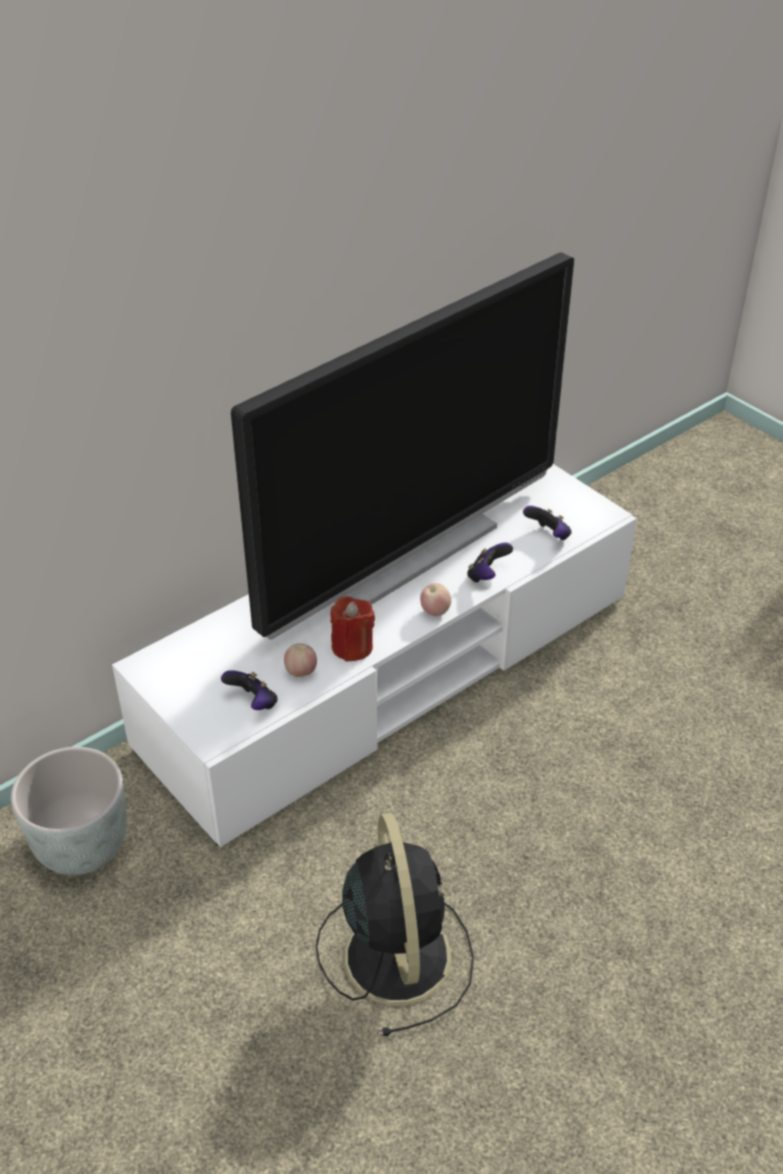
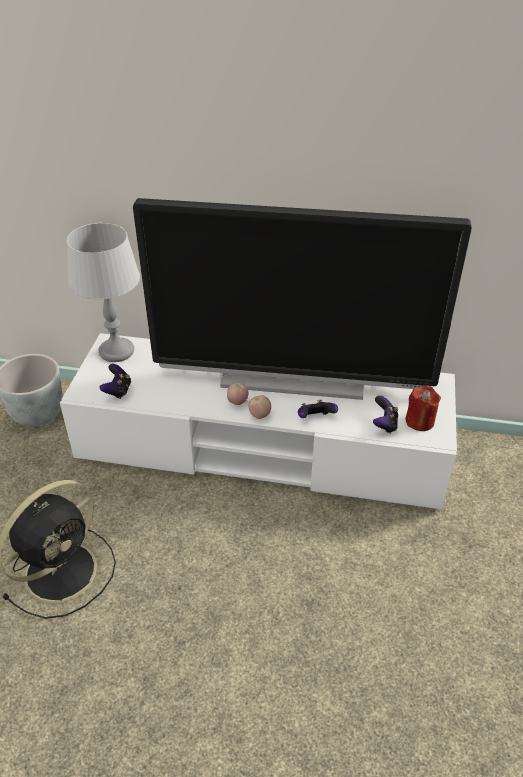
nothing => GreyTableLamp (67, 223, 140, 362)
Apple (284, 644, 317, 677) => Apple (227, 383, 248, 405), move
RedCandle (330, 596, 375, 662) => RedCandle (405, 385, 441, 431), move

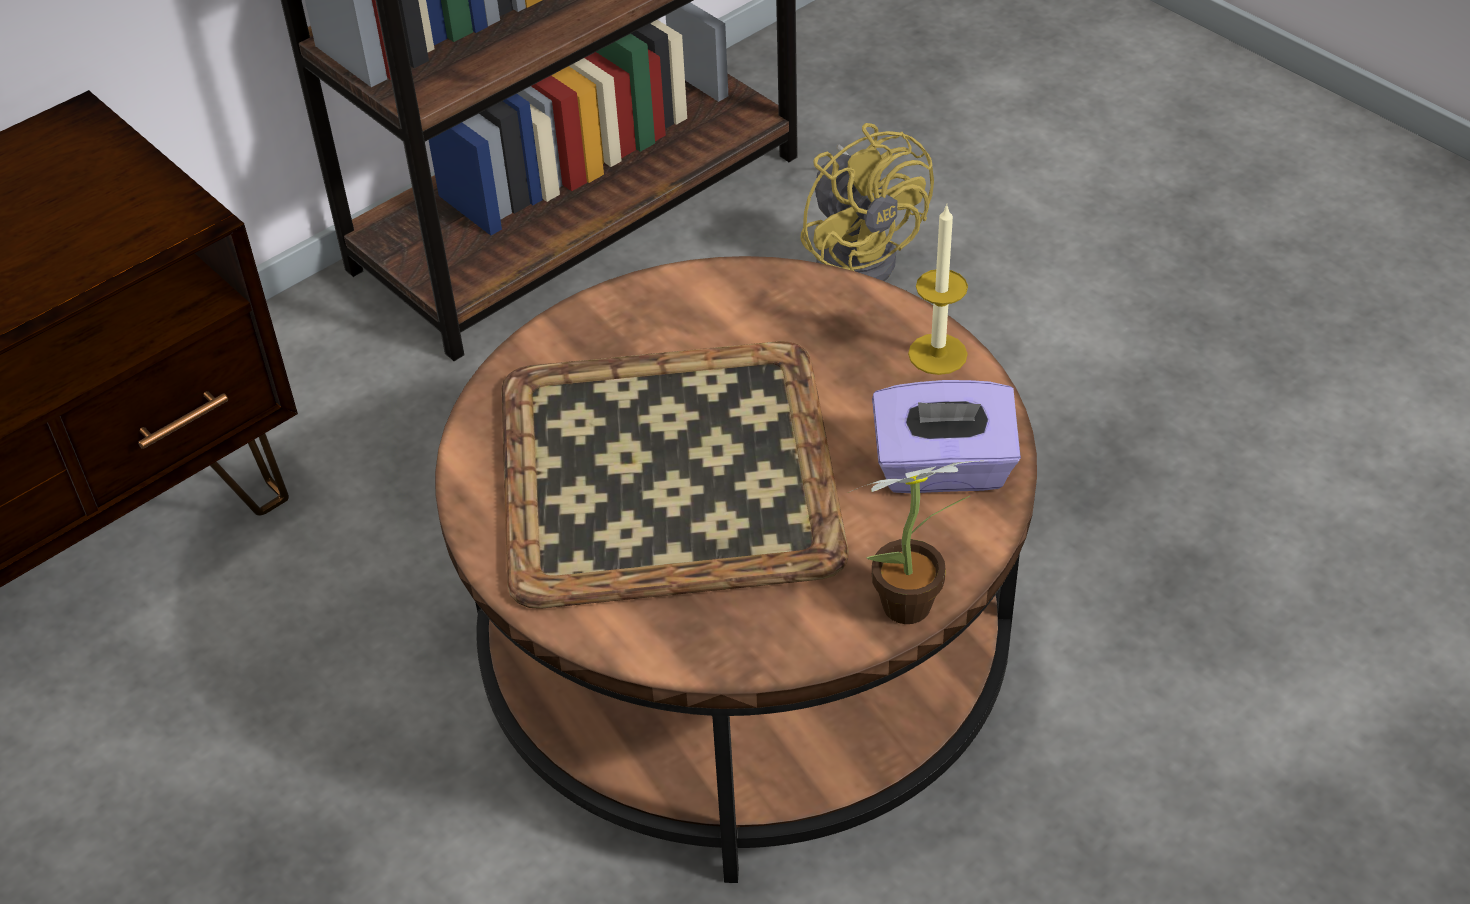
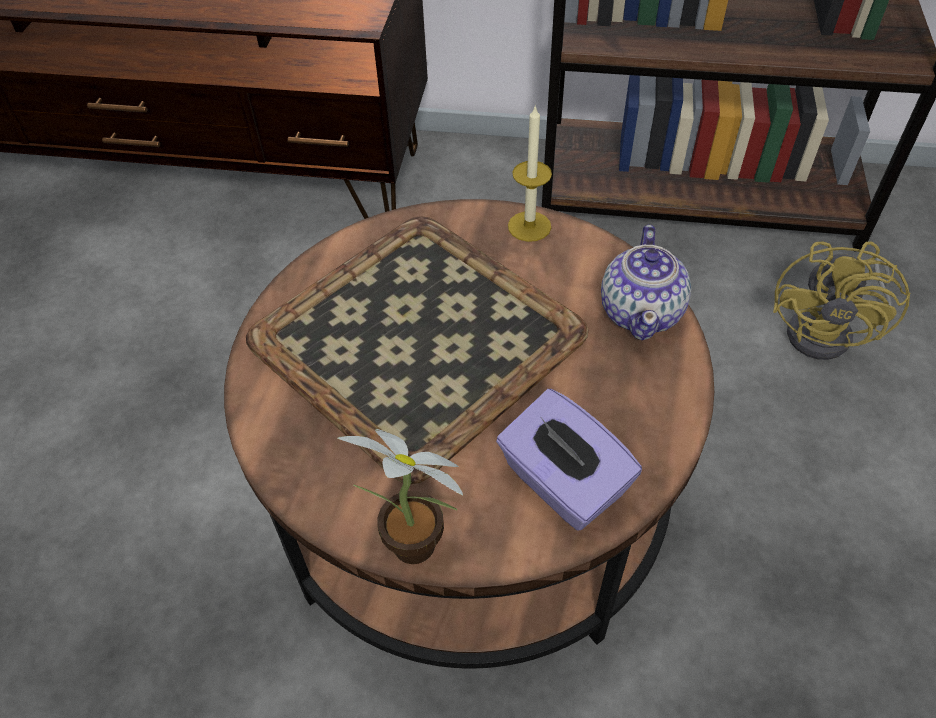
nothing => Teapot (601, 225, 691, 340)
Candle (908, 204, 968, 375) => Candle (508, 104, 552, 242), move

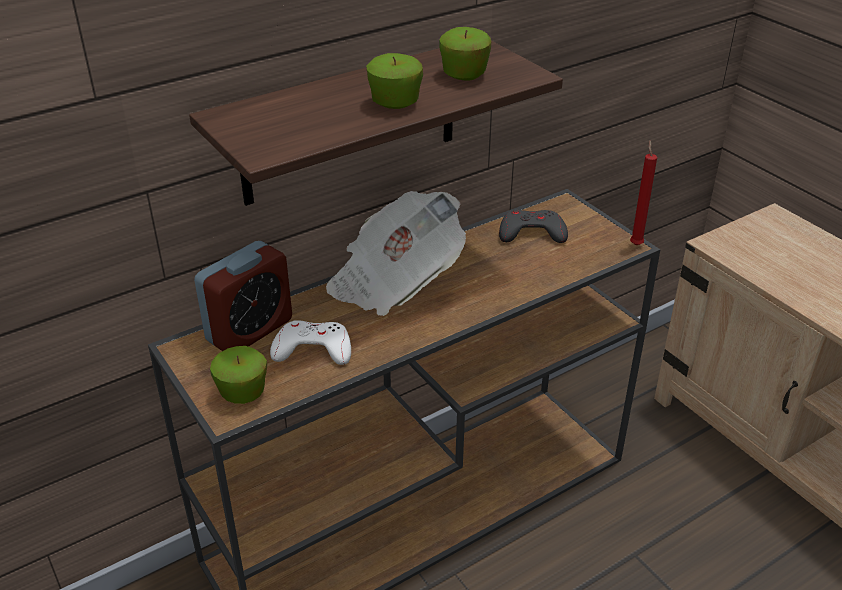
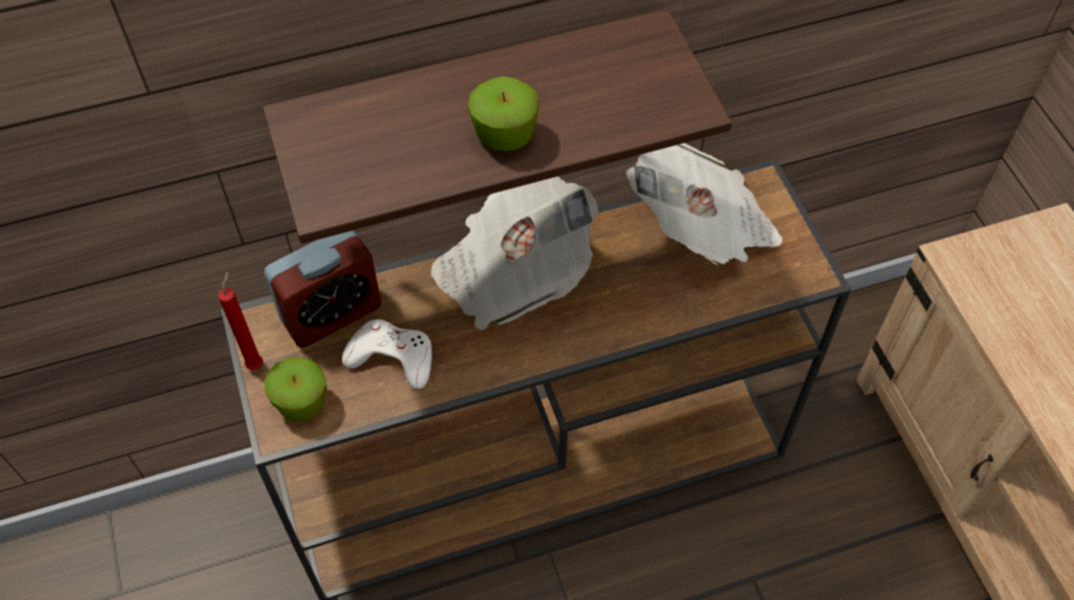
Apple (439, 27, 491, 81) => nothing
RedCandle (630, 140, 657, 245) => RedCandle (218, 272, 263, 370), move
GreyGameController (499, 209, 568, 243) => Newspaper (626, 143, 782, 266)

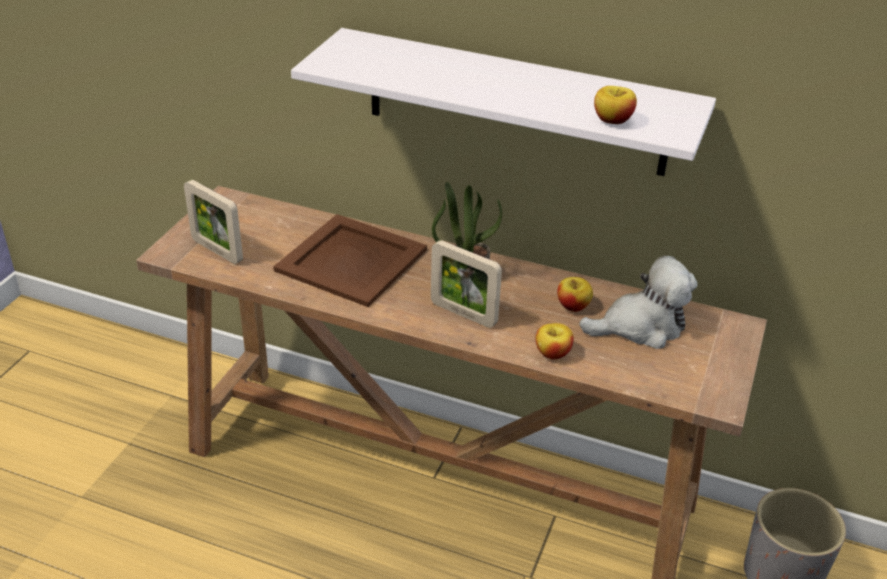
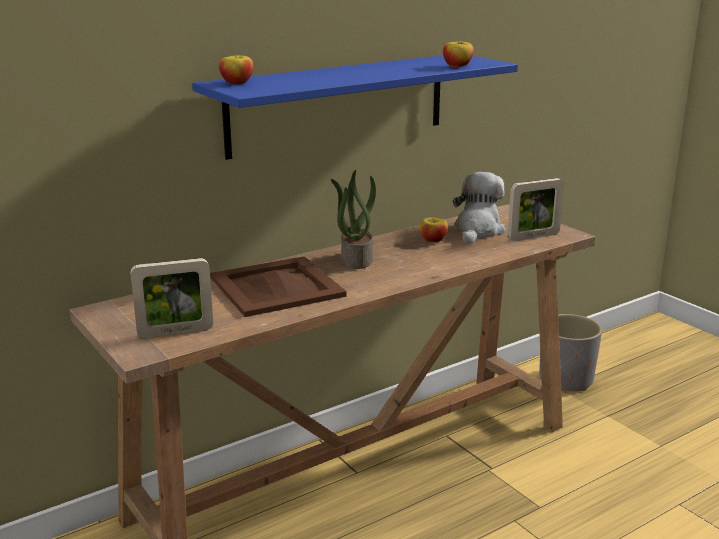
PictureFrame (431, 240, 502, 328) => PictureFrame (508, 178, 564, 241), move
Apple (536, 323, 574, 360) => Apple (219, 55, 253, 84), move
WhiteShelf (291, 28, 716, 176) => BlueShelf (192, 55, 518, 160)

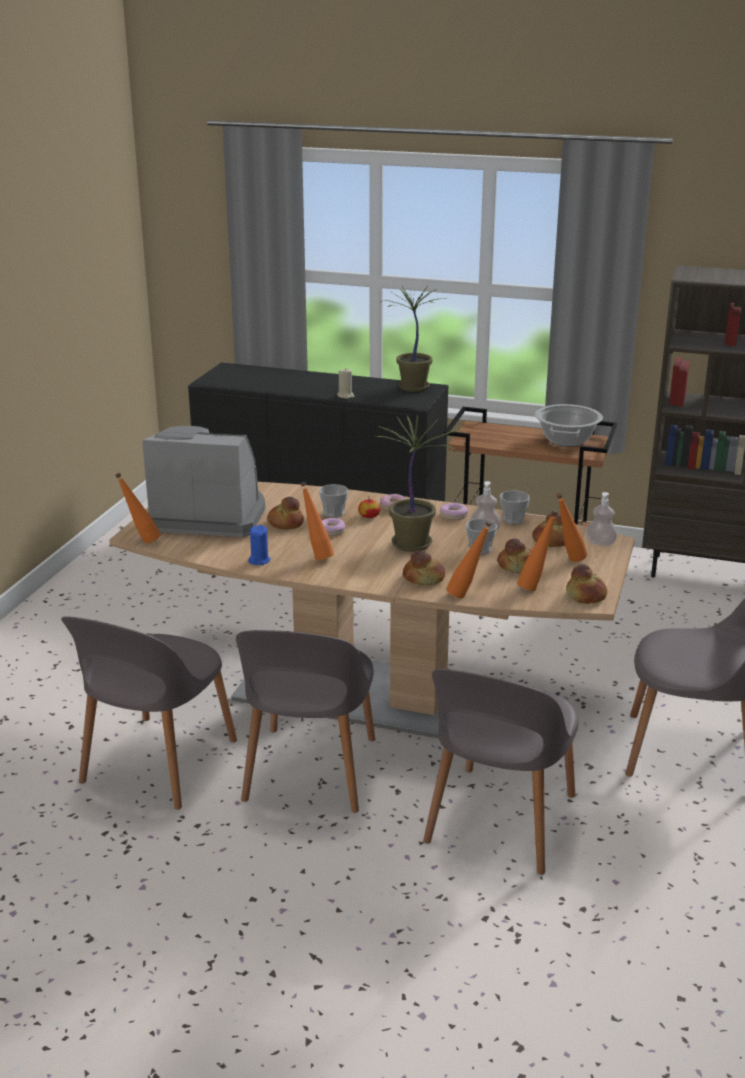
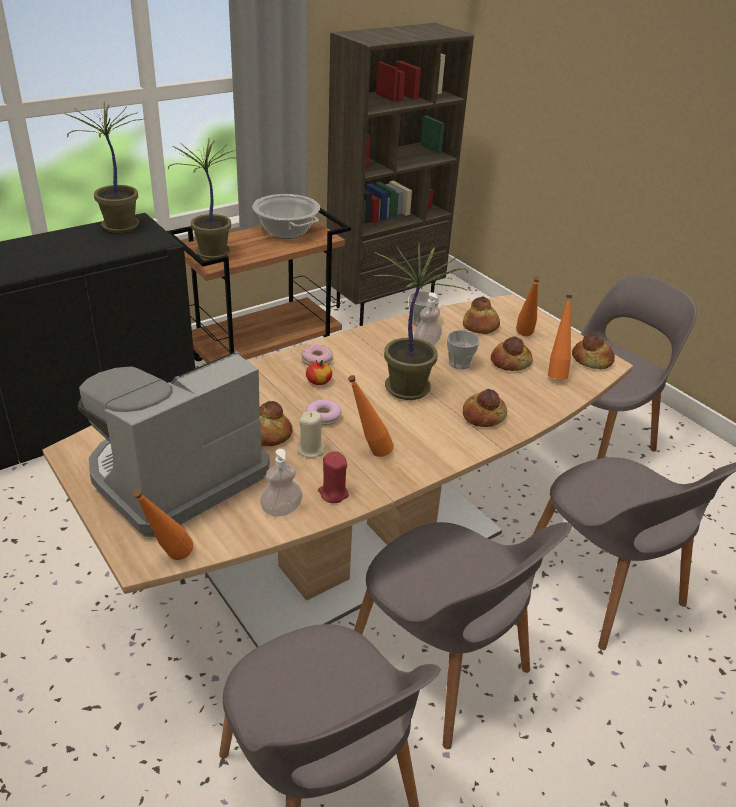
Cup (319, 484, 348, 518) => nothing
Donut (440, 503, 468, 520) => nothing
OrangeBottle (446, 521, 492, 598) => nothing
nothing => PottedPlant (168, 139, 240, 260)
BeigeCandle (337, 368, 354, 399) => BeigeCandle (297, 411, 326, 458), move
SoapDispenser (586, 492, 618, 546) => SoapDispenser (260, 449, 303, 516), move
BlueCandle (248, 525, 271, 565) => RedCandle (318, 451, 349, 503)

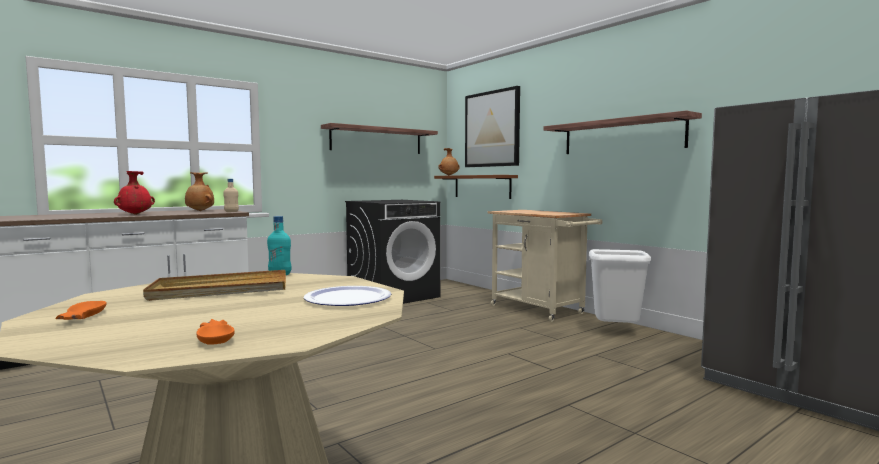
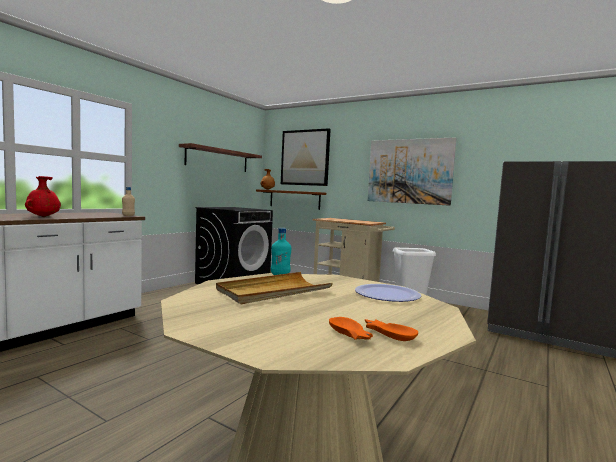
BrownVase (185, 172, 214, 211) => nothing
OrangeBowl (55, 301, 106, 320) => OrangeBowl (329, 317, 373, 340), move
Shelf (544, 110, 702, 154) => Picture (368, 137, 456, 206)

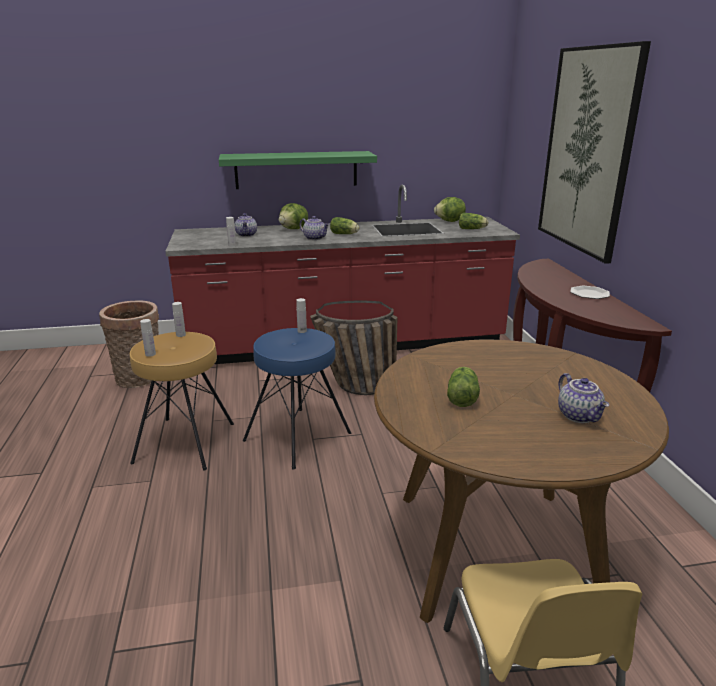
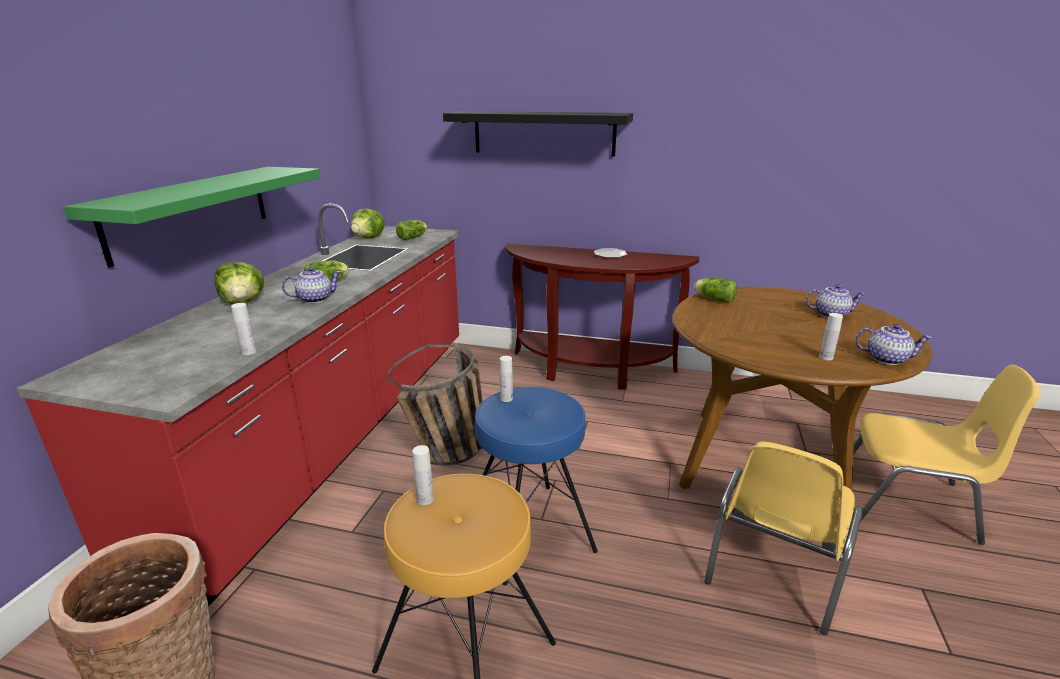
nothing => YellowChair (704, 442, 863, 635)
WhiteBottle (140, 319, 156, 357) => WhiteBottle (819, 313, 843, 360), move
Teapot (235, 213, 257, 237) => Teapot (855, 324, 932, 365), move
Lettuce (447, 367, 480, 407) => Lettuce (694, 277, 737, 303), move
Picture (538, 41, 651, 264) => BlackShelf (443, 111, 633, 156)

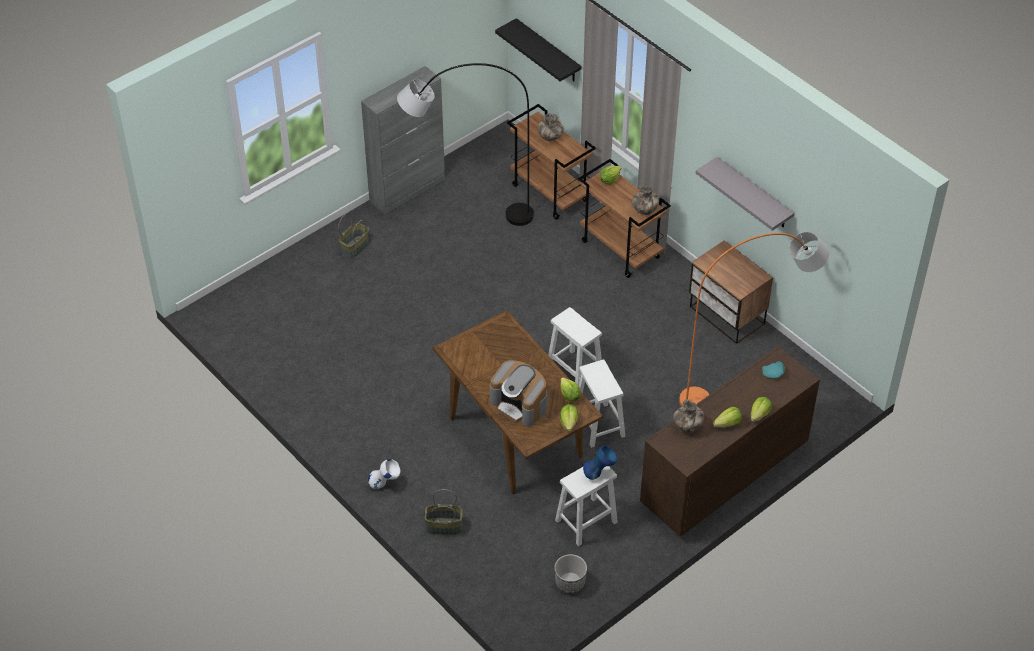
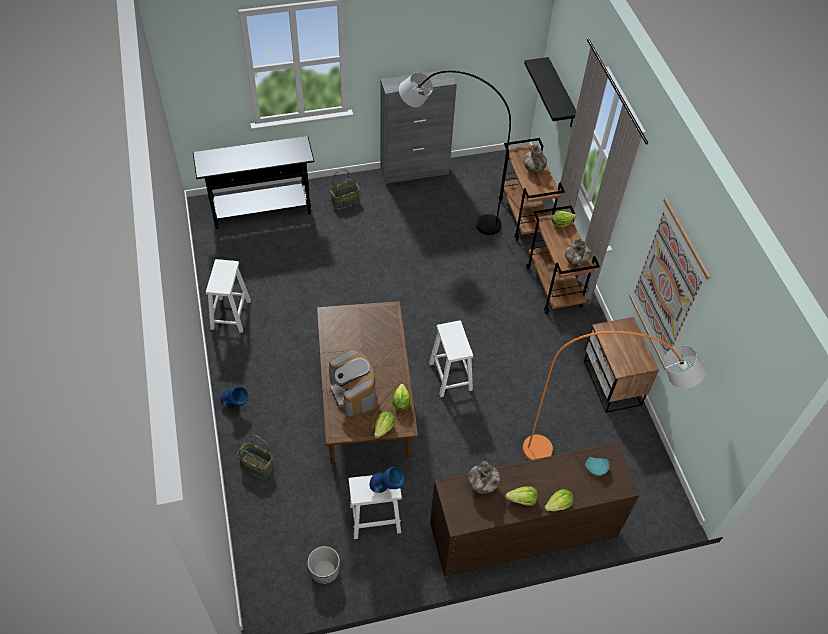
nothing => BlackConsoleTable (193, 136, 314, 229)
WhiteStool (579, 359, 625, 448) => WhiteStool (206, 259, 251, 333), move
GreyShelf (696, 157, 794, 231) => Picture (629, 198, 711, 370)
WhiteVase (368, 459, 400, 489) => BlueVase (220, 387, 248, 407)

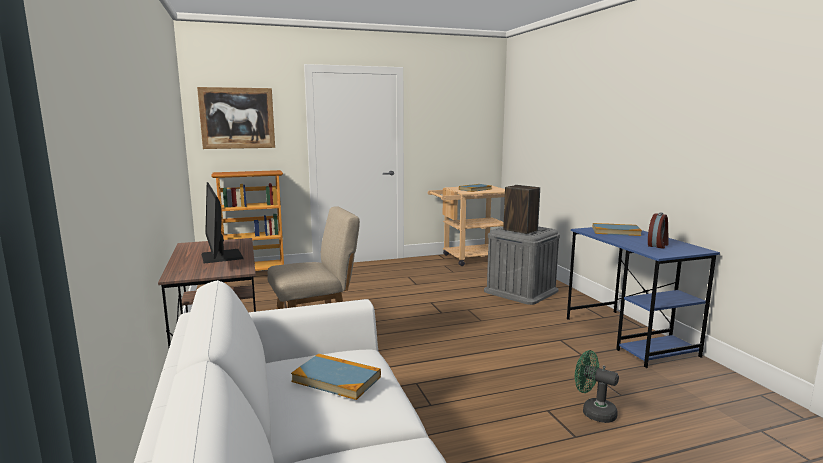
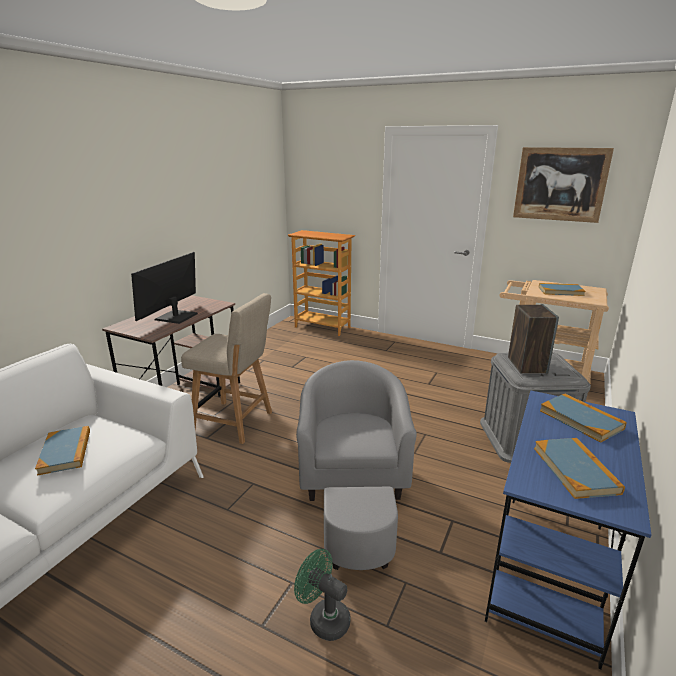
nothing => GreyArmchair (296, 360, 417, 570)
Picture (197, 87, 275, 149) => Picture (513, 147, 614, 223), move
AlarmClock (648, 212, 669, 249) => Book (534, 438, 625, 499)
GreenFan (575, 350, 619, 423) => GreenFan (294, 549, 351, 641), 45 degrees counterclockwise

